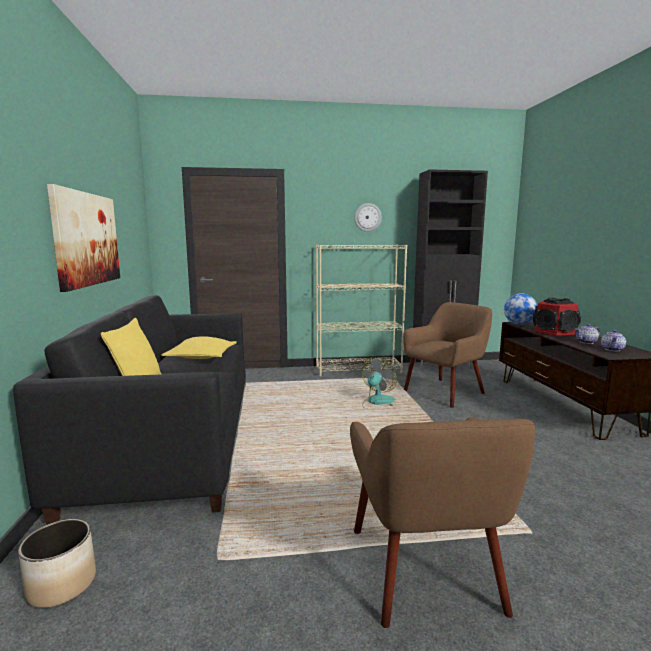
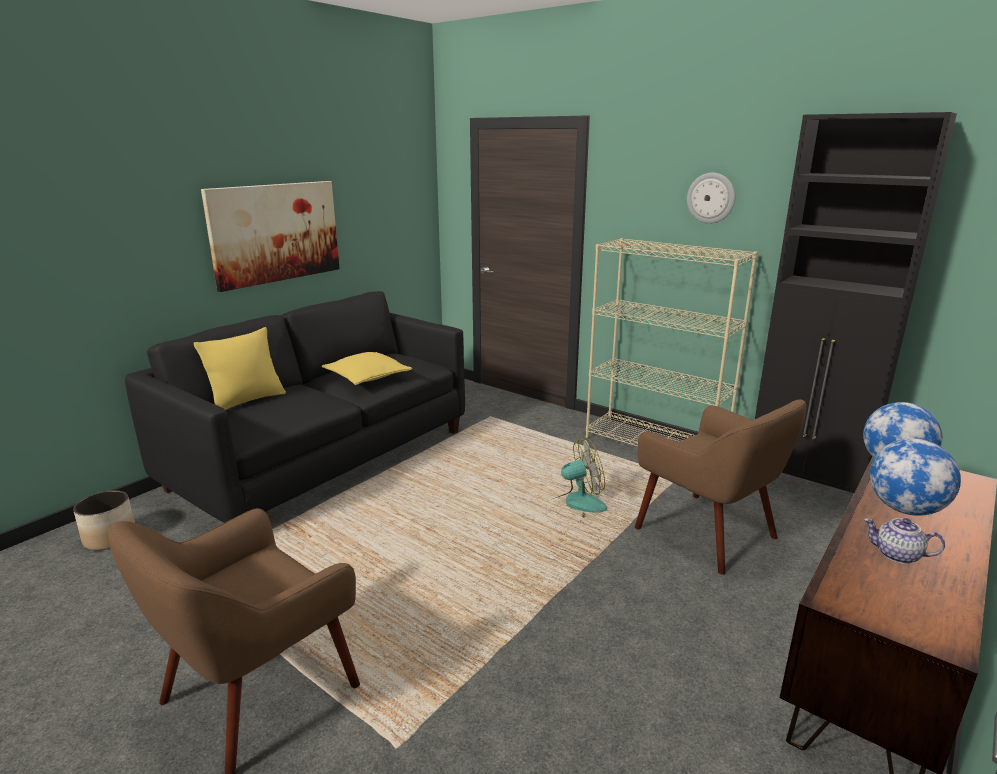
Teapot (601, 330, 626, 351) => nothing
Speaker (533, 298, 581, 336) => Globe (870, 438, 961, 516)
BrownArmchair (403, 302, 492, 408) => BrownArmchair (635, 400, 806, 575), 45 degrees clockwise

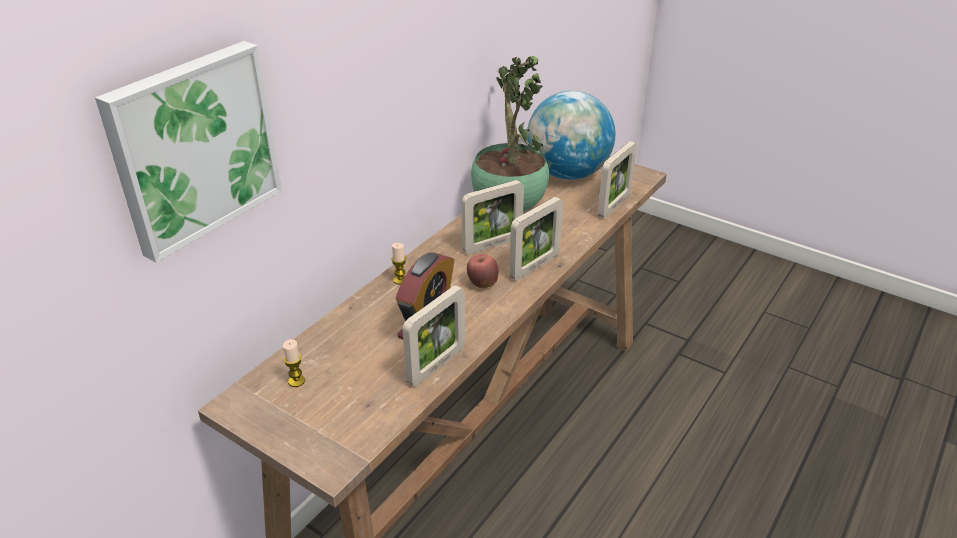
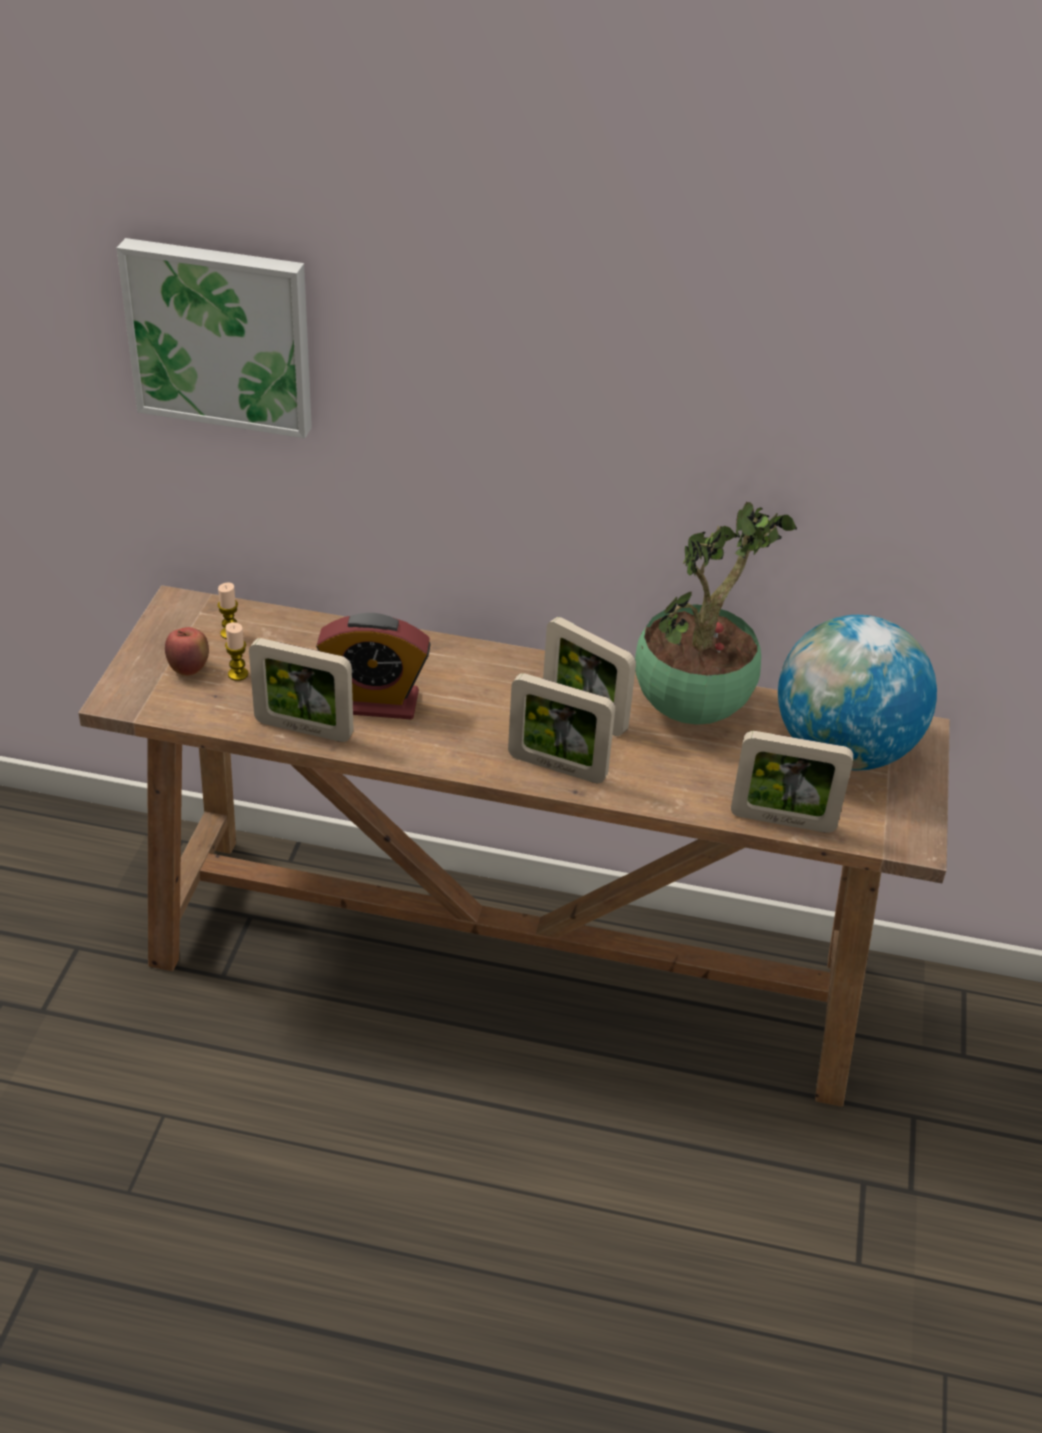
Candle (391, 243, 406, 285) => Candle (225, 622, 248, 681), move
Apple (467, 254, 499, 288) => Apple (165, 627, 209, 676), move

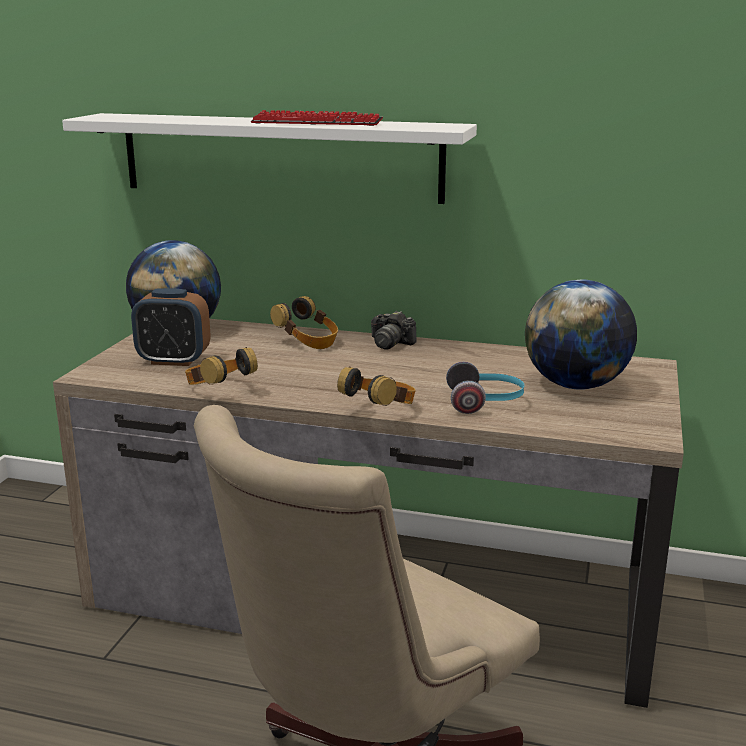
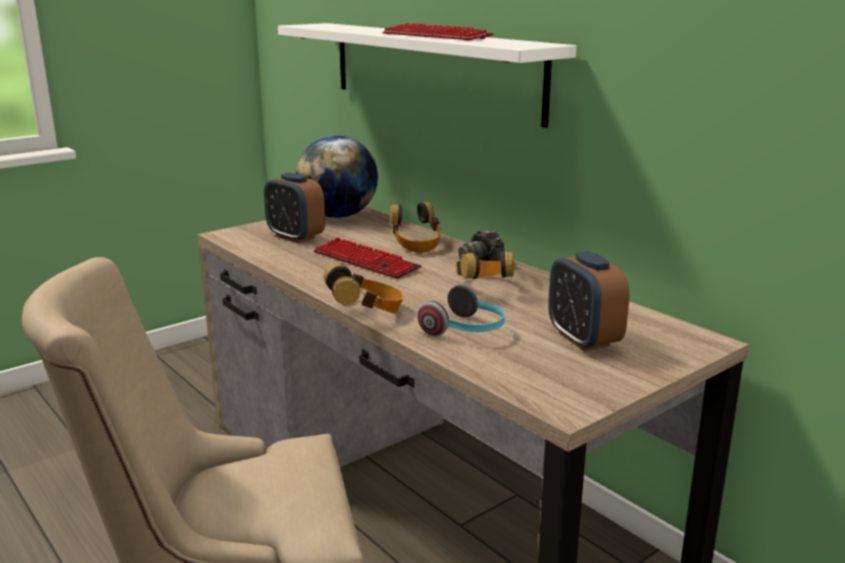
nothing => Keyboard (314, 238, 422, 279)
Headphones (185, 347, 258, 385) => Headphones (456, 251, 514, 279), move
Globe (525, 280, 637, 390) => AlarmClock (548, 251, 630, 351)

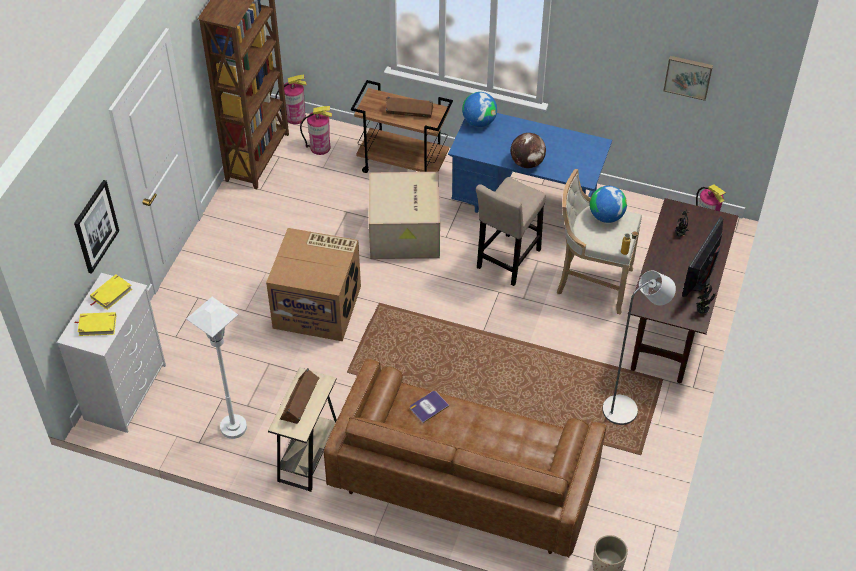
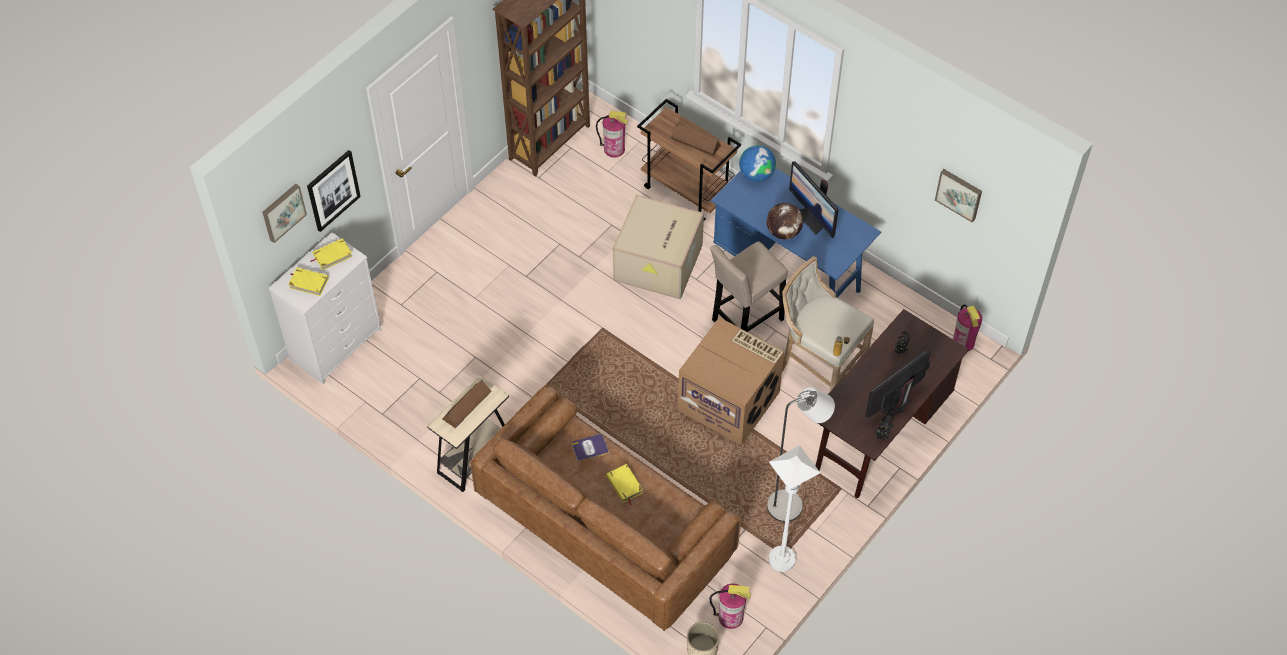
Globe (590, 186, 627, 223) => nothing
nothing => Picture (262, 184, 307, 243)
nothing => YellowBook (606, 464, 643, 505)
nothing => Monitor (789, 161, 839, 238)
WhiteFloorLamp (186, 297, 247, 439) => WhiteFloorLamp (769, 445, 820, 572), move
CardboardBox (266, 228, 361, 341) => CardboardBox (678, 317, 784, 445), move
FireExtinguisher (275, 75, 307, 124) => FireExtinguisher (709, 584, 751, 629), move

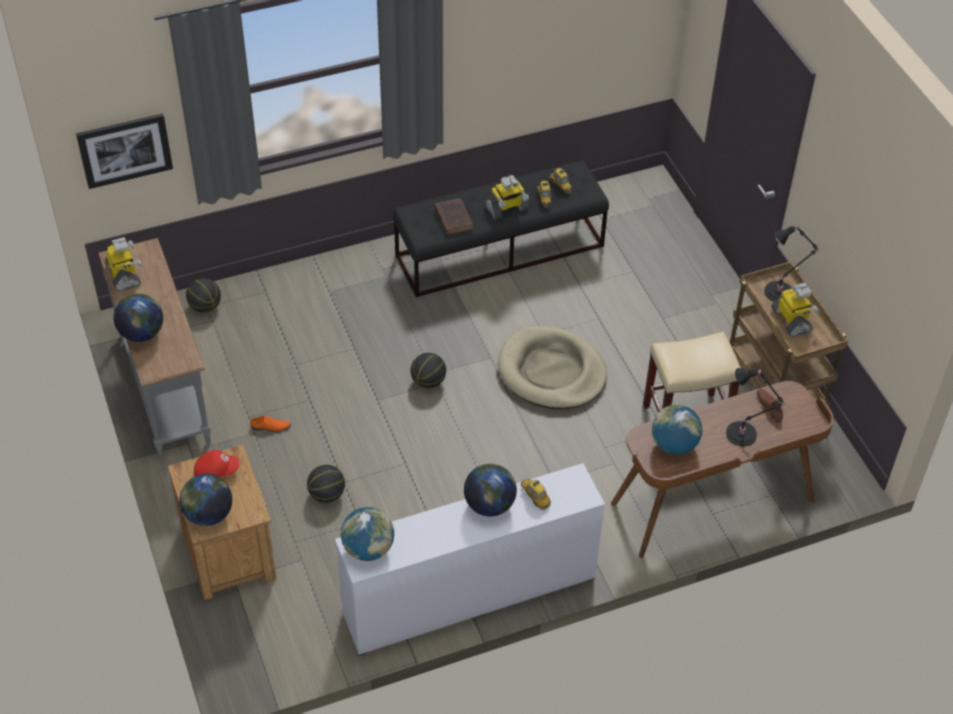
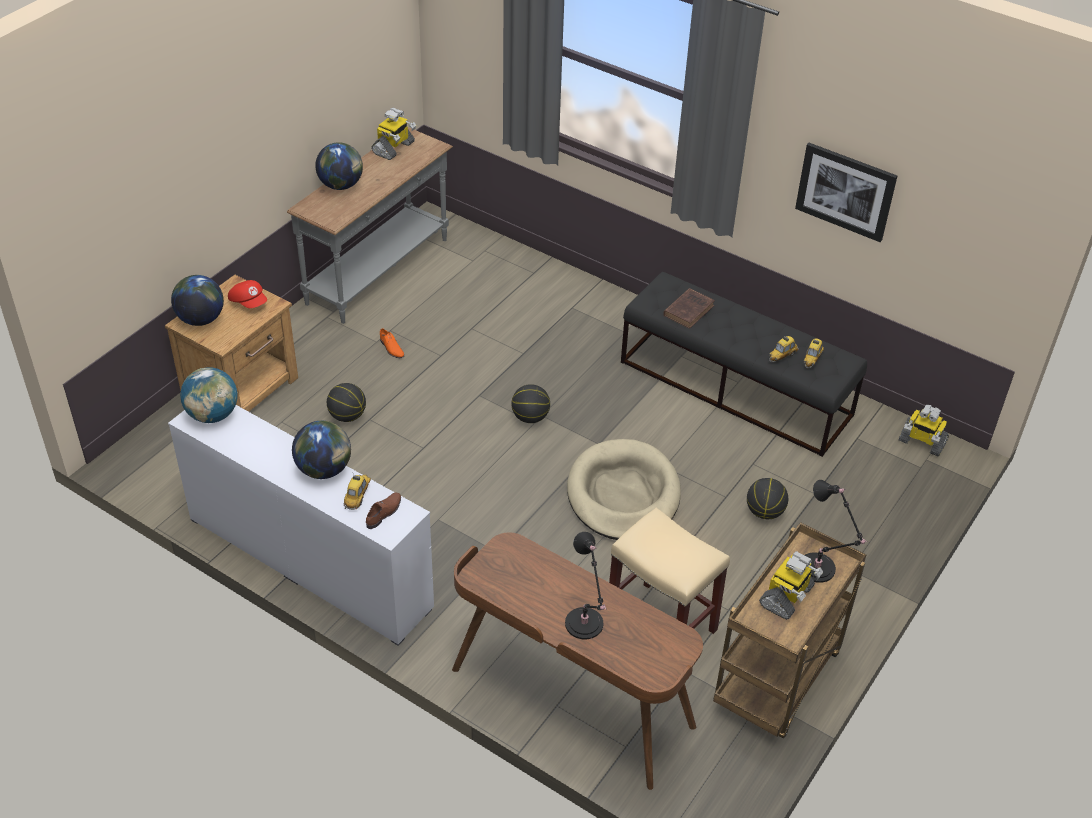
Globe (652, 405, 703, 455) => nothing
Picture (76, 113, 173, 189) => Picture (795, 143, 897, 242), move
Basketball (186, 278, 221, 313) => Basketball (747, 478, 788, 519), move
ToyRobot (485, 175, 529, 220) => ToyRobot (899, 405, 949, 457), move
BrownShoe (757, 389, 783, 423) => BrownShoe (366, 492, 401, 529), move

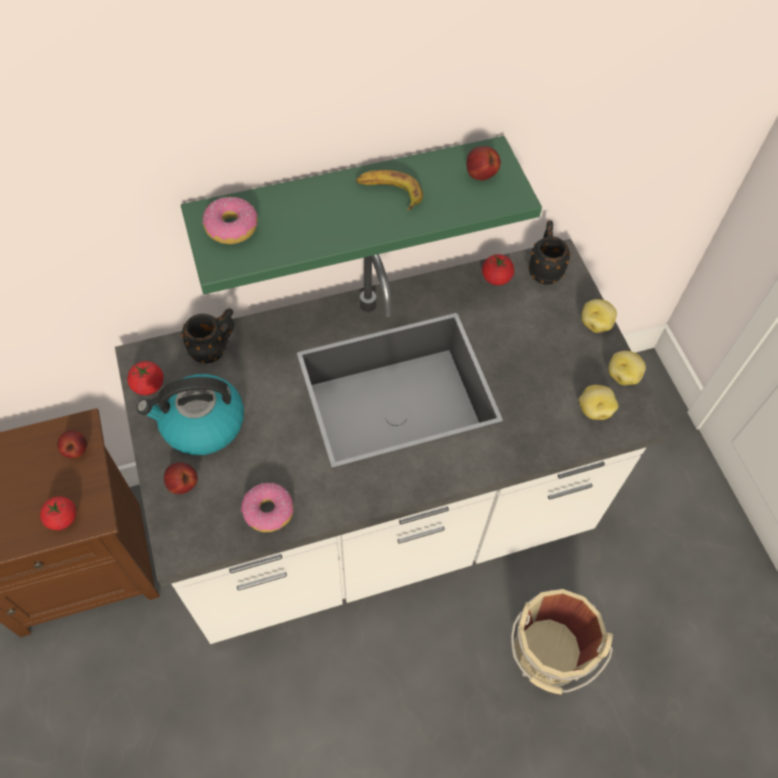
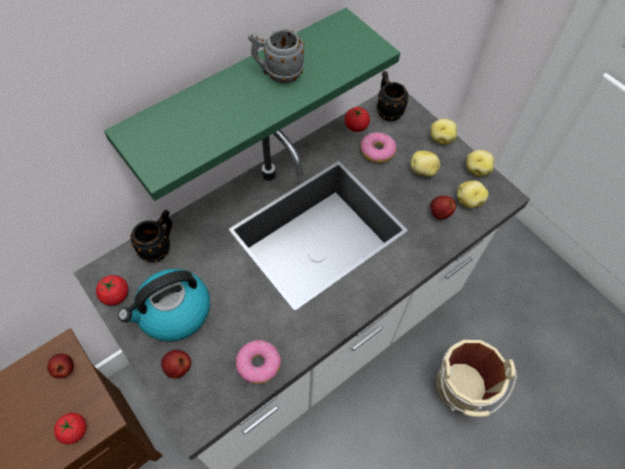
nothing => Potato (411, 151, 440, 177)
Donut (203, 197, 258, 244) => Donut (361, 132, 396, 163), move
Apple (467, 146, 501, 181) => Apple (430, 196, 456, 220), move
Banana (356, 170, 423, 210) => GreyMug (248, 29, 304, 83)

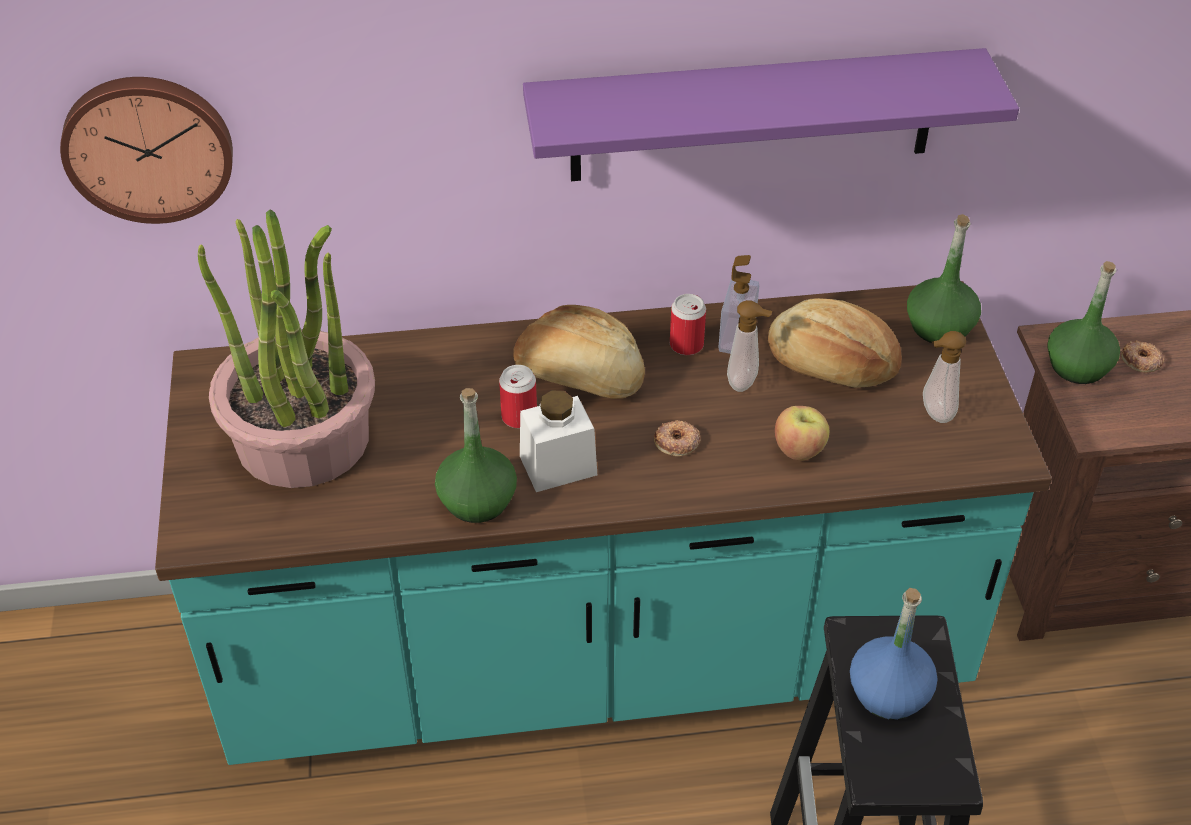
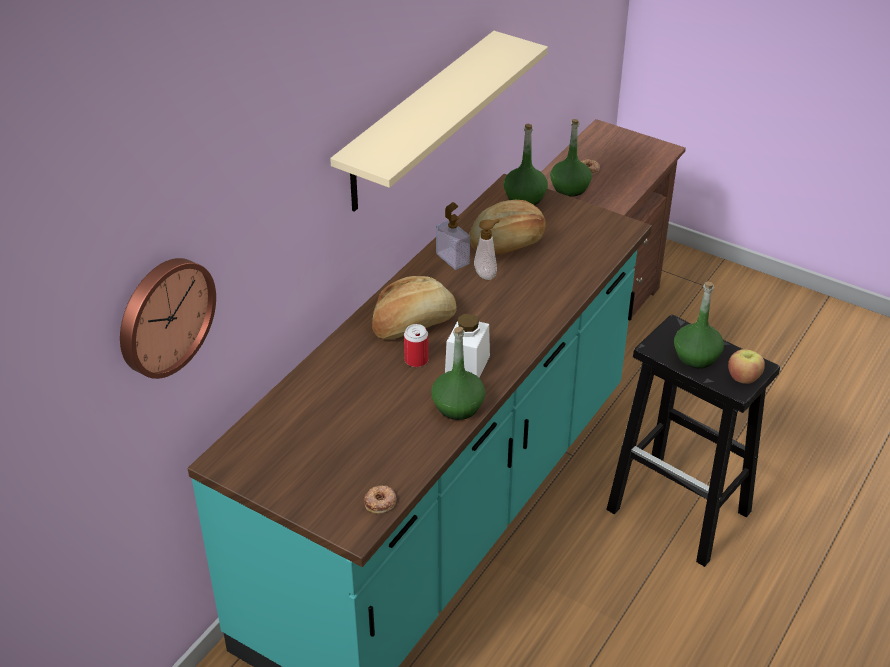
PottedPlant (198, 210, 375, 488) => nothing
Can (670, 294, 706, 355) => nothing
SoapDispenser (923, 331, 966, 423) => nothing
Donut (654, 420, 701, 456) => Donut (364, 485, 396, 514), move
Apple (775, 406, 829, 460) => Apple (728, 349, 765, 384), move
PurpleShelf (523, 48, 1019, 181) => BeigeShelf (330, 31, 548, 212)
BlueBottle (850, 588, 937, 720) => GreenBottle (674, 282, 724, 368)

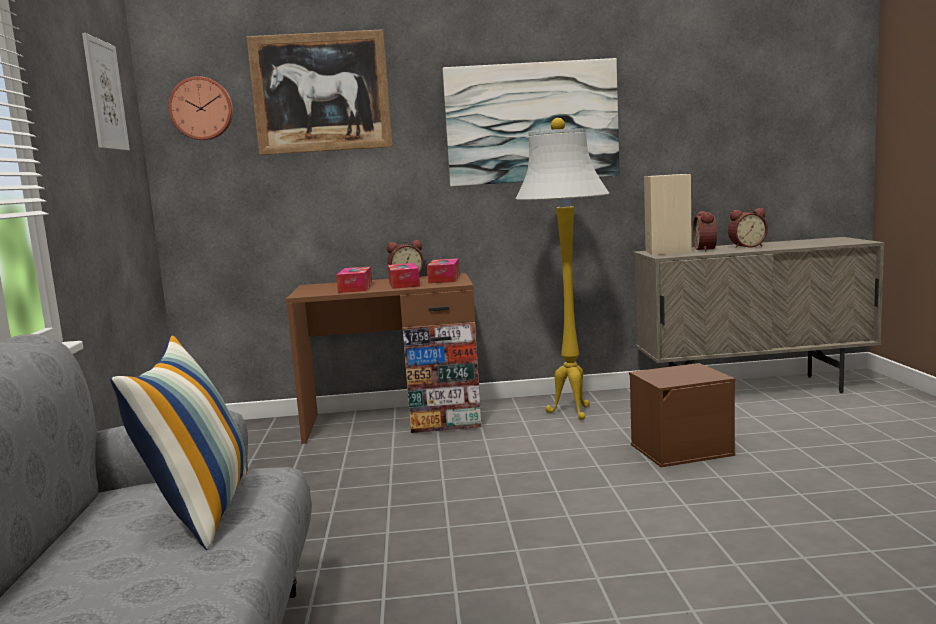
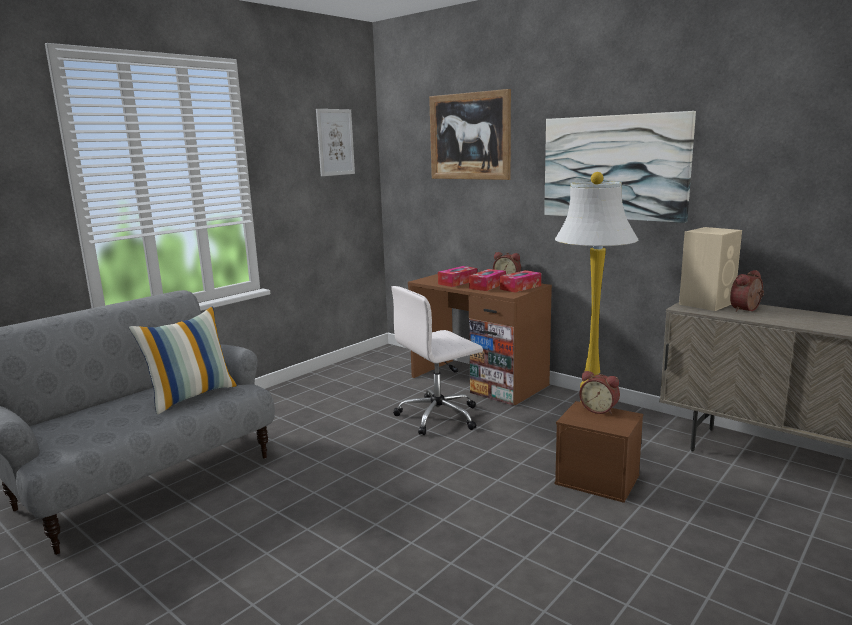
WallClock (168, 76, 233, 140) => nothing
nothing => WhiteOfficeChair (391, 286, 483, 435)
AlarmClock (728, 208, 768, 248) => AlarmClock (579, 371, 620, 415), move

